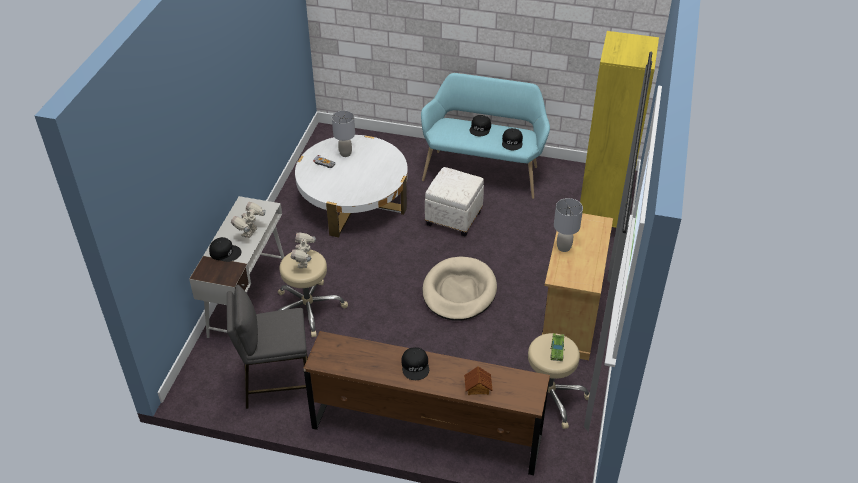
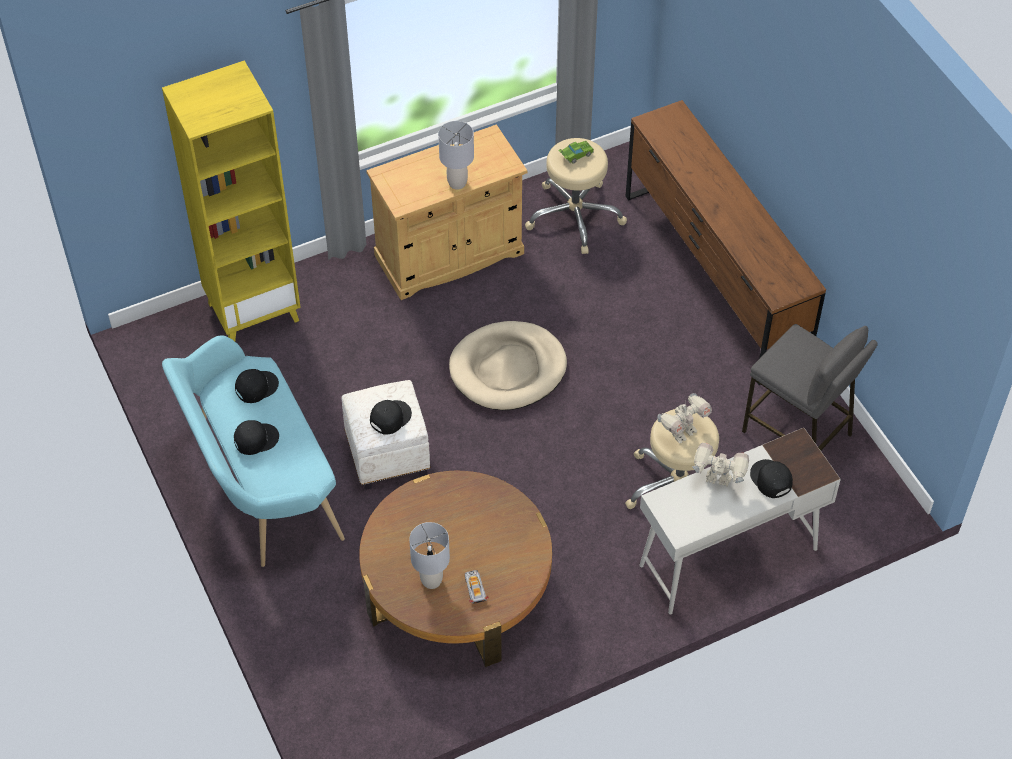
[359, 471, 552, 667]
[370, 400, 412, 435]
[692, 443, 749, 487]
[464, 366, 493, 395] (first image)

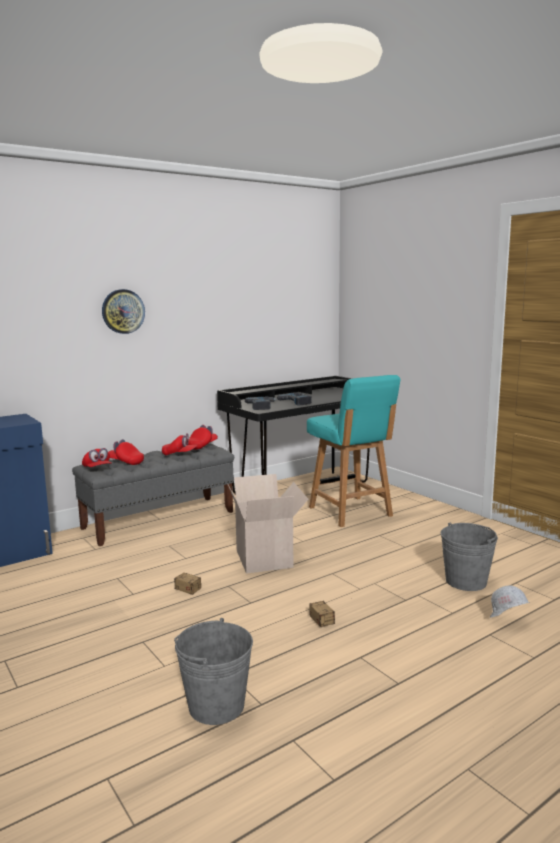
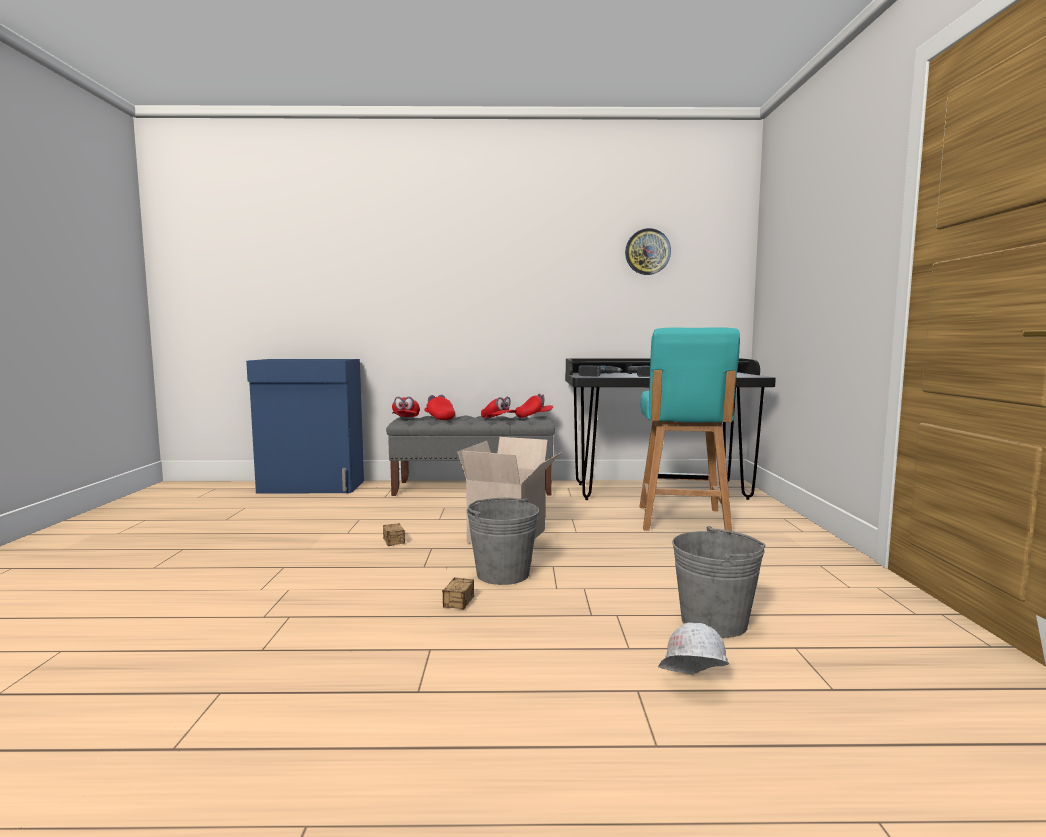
[466, 498, 539, 585]
[625, 228, 671, 275]

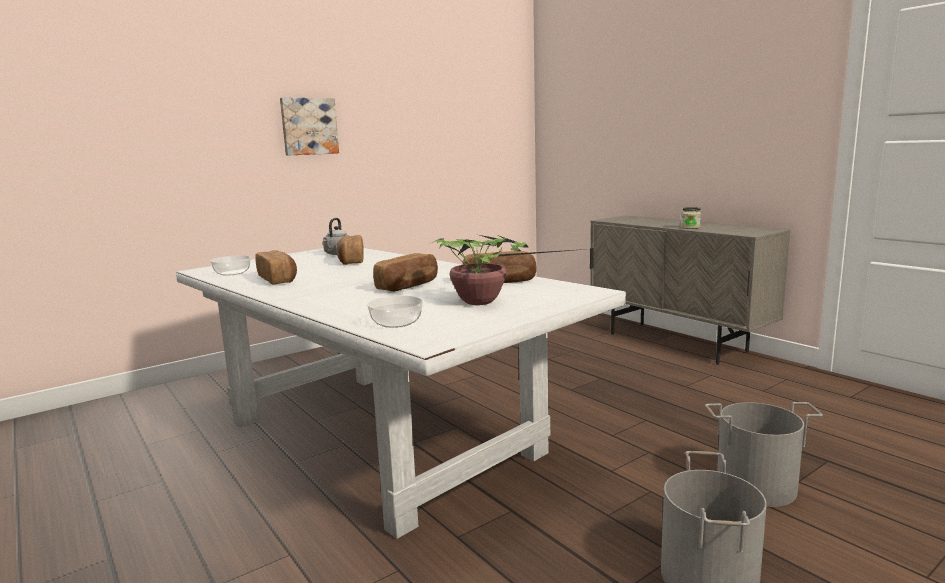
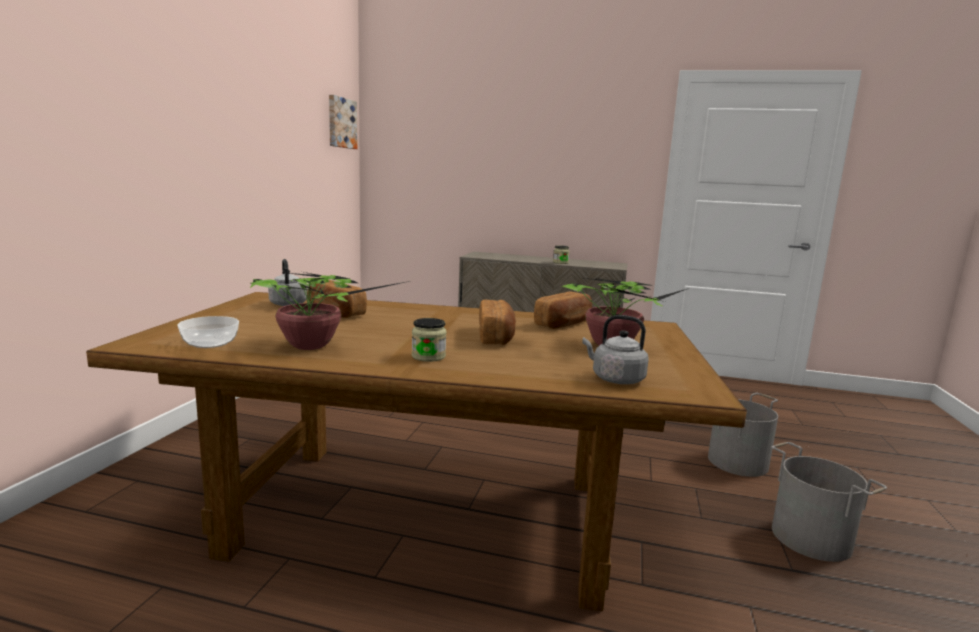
[86, 292, 747, 611]
[250, 272, 410, 350]
[329, 95, 357, 149]
[412, 318, 447, 362]
[582, 315, 649, 384]

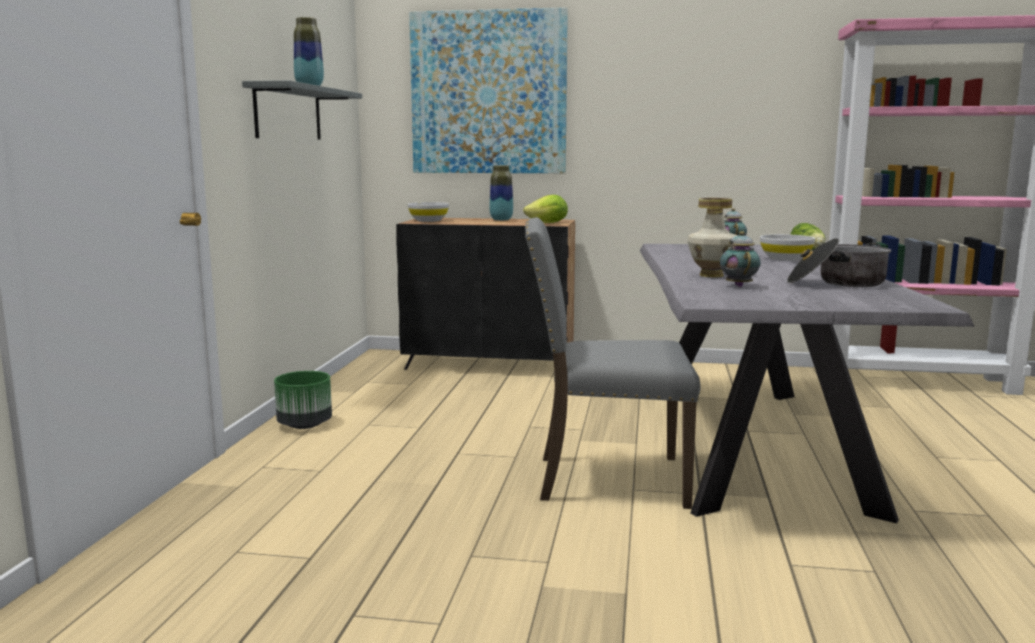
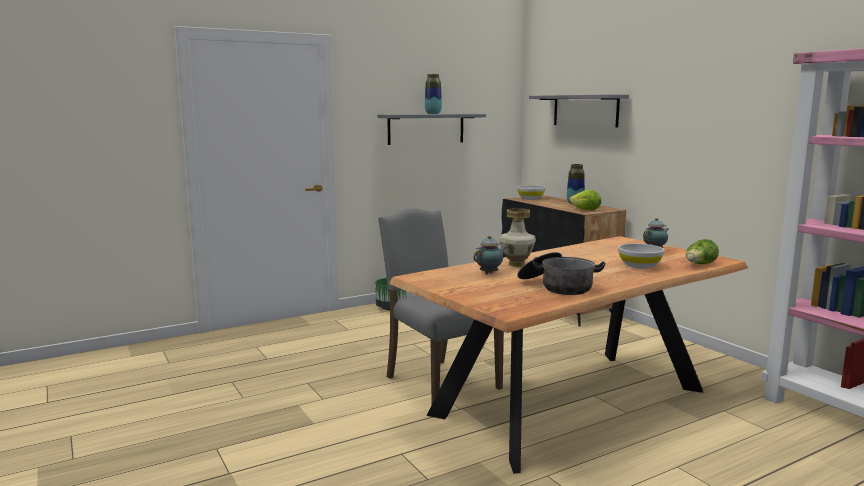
[389, 236, 748, 474]
[529, 94, 629, 127]

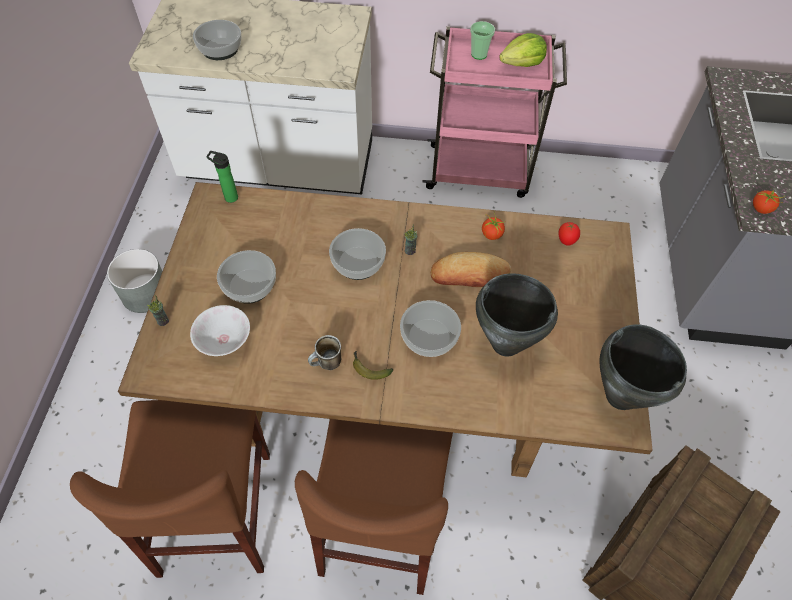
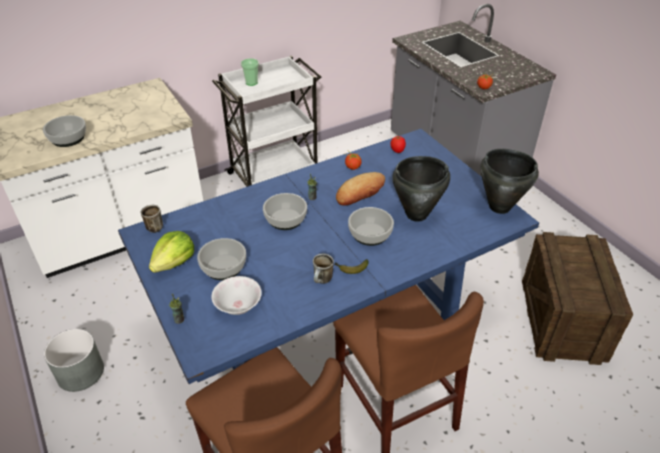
[118, 129, 539, 384]
[141, 205, 163, 233]
[149, 231, 194, 273]
[212, 56, 321, 187]

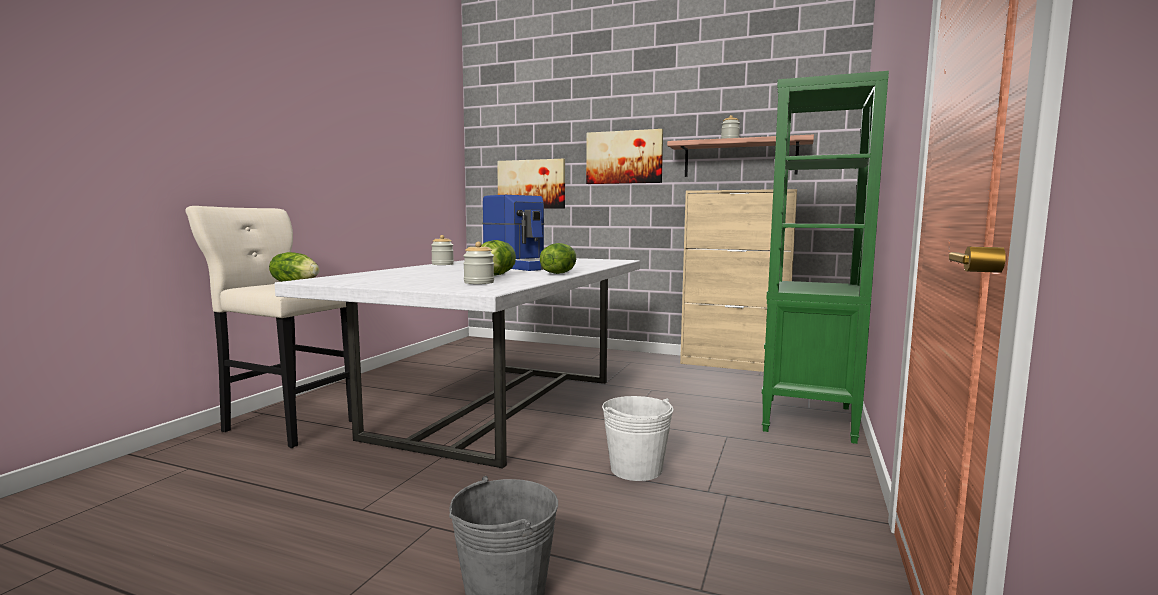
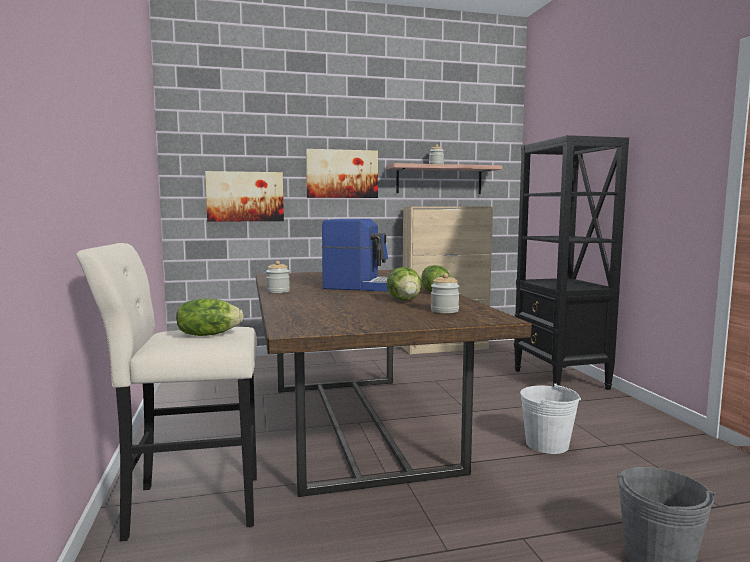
[256, 270, 532, 497]
[514, 135, 629, 390]

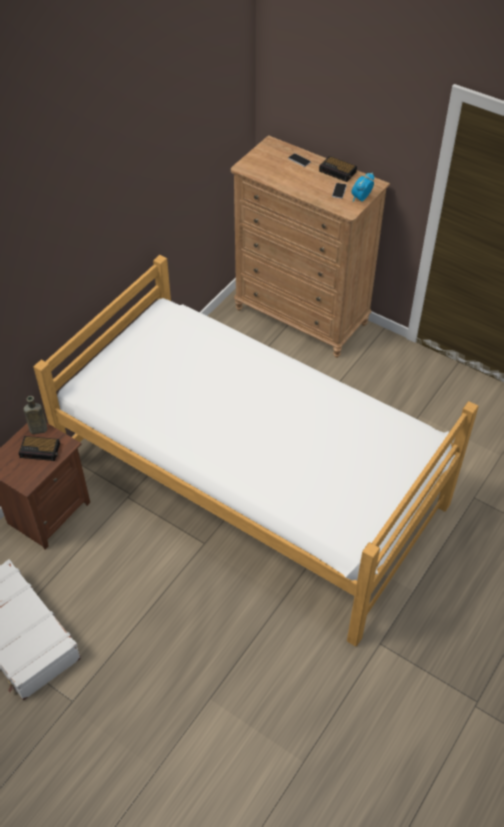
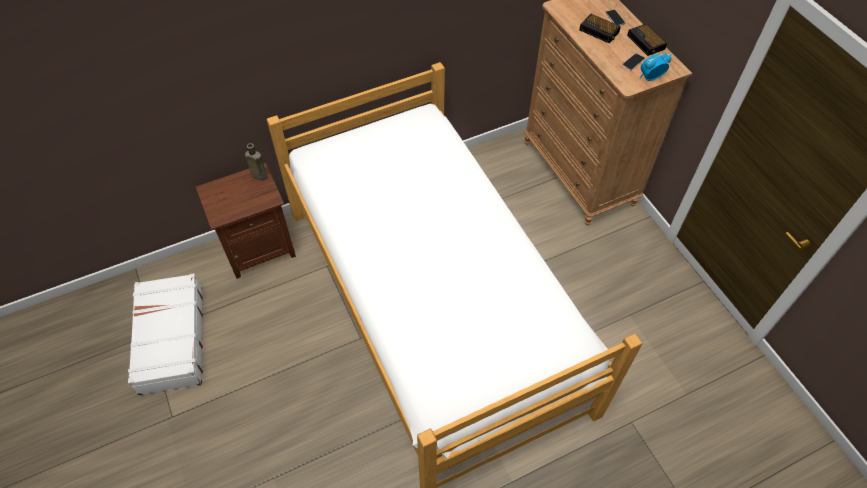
[579, 14, 621, 43]

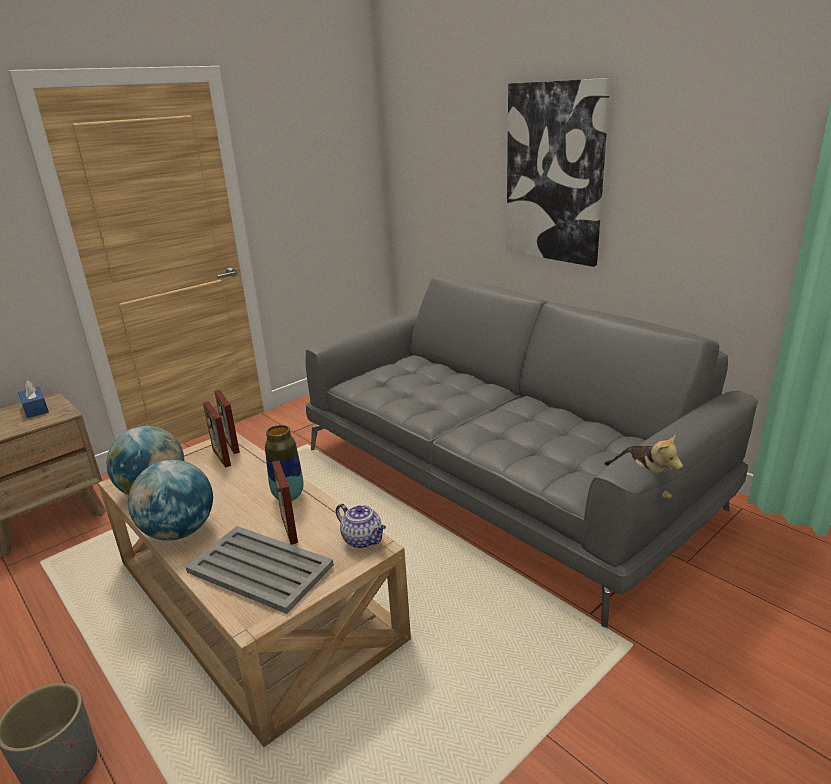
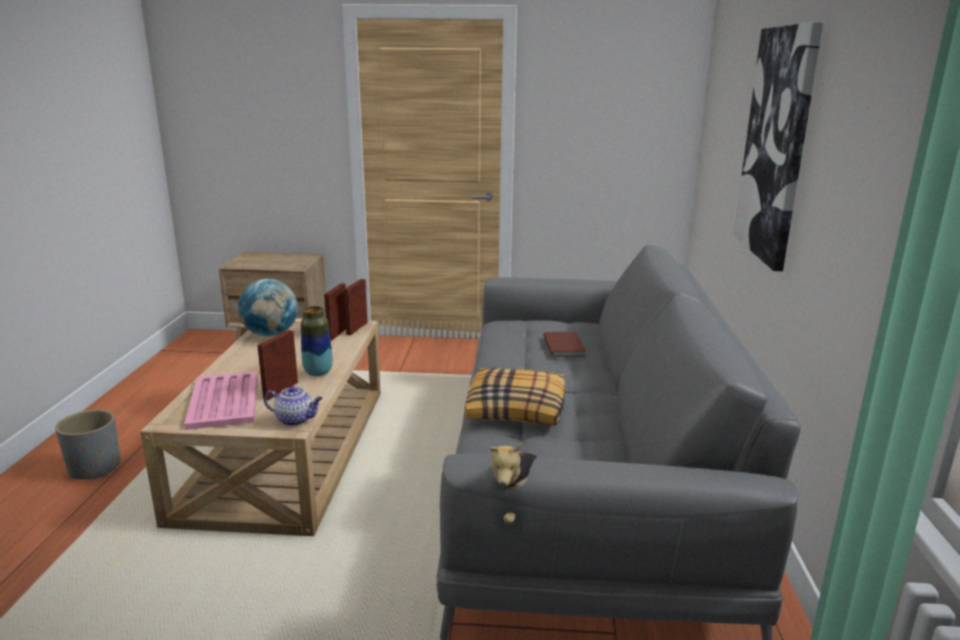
[184, 371, 258, 430]
[264, 386, 323, 426]
[465, 367, 565, 426]
[543, 332, 586, 357]
[18, 380, 49, 418] (first image)
[128, 460, 213, 540] (first image)

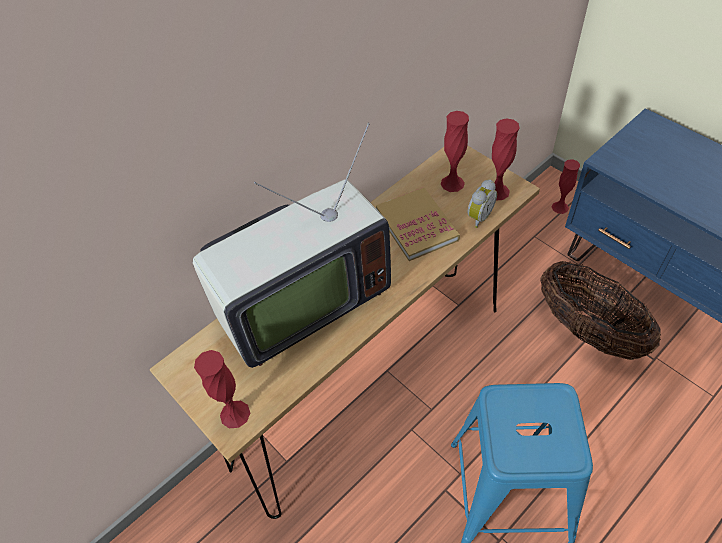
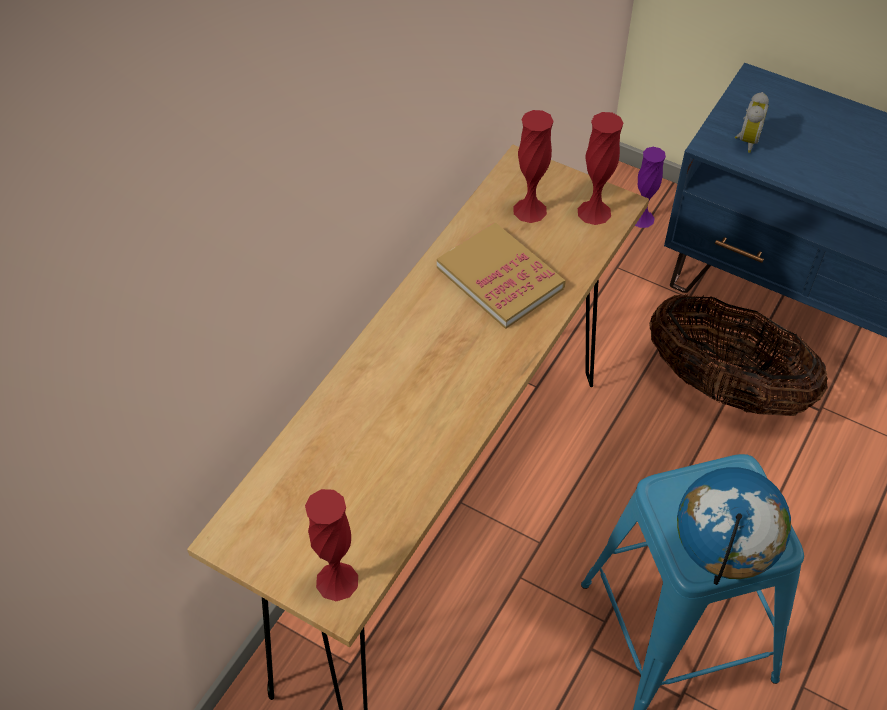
[635, 147, 666, 228]
[677, 467, 791, 585]
[735, 92, 769, 153]
[193, 123, 391, 368] (first image)

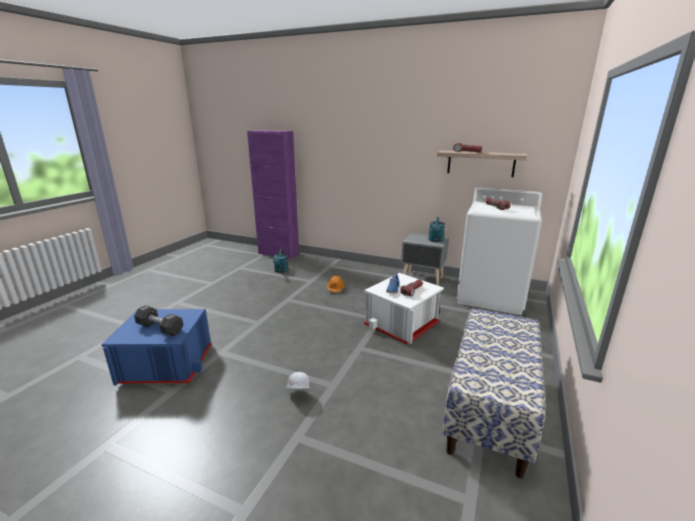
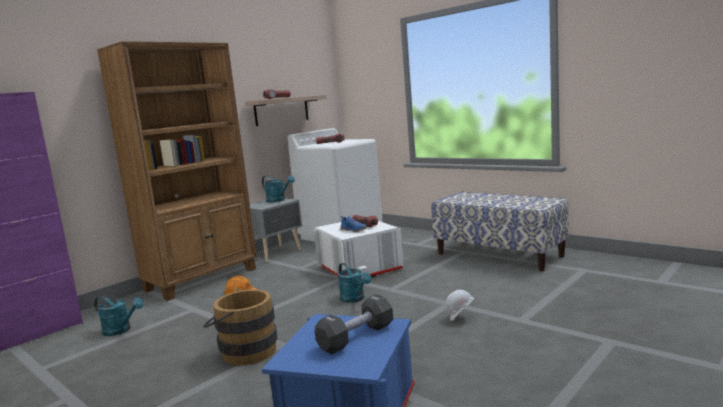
[97, 41, 257, 301]
[203, 289, 277, 365]
[338, 263, 372, 303]

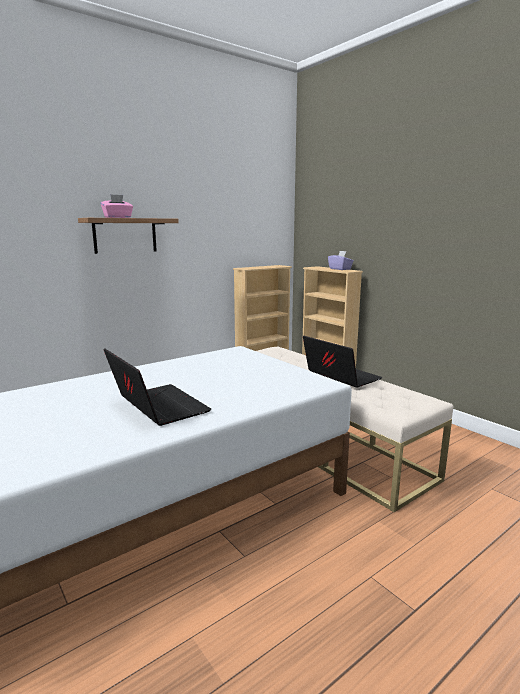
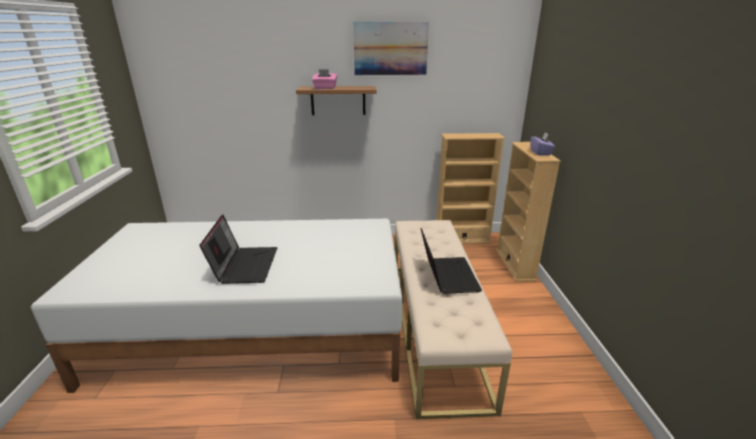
[353, 22, 429, 75]

